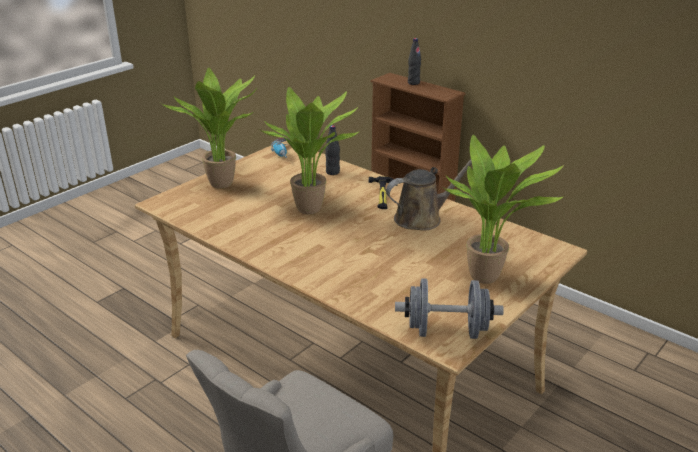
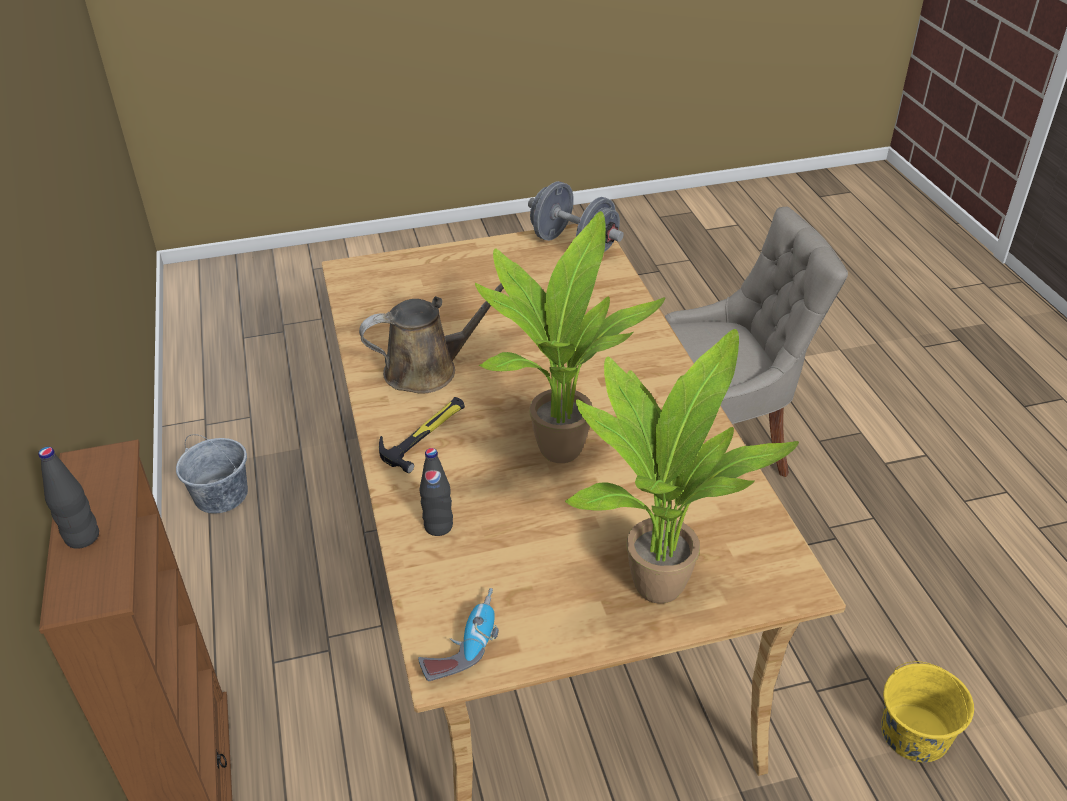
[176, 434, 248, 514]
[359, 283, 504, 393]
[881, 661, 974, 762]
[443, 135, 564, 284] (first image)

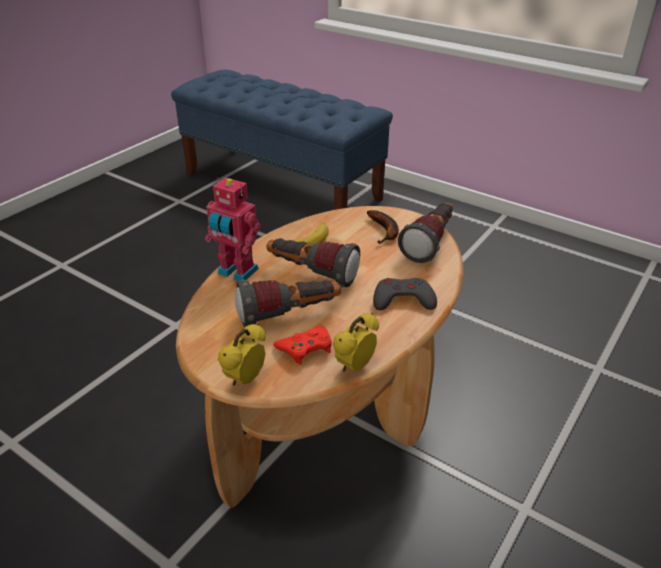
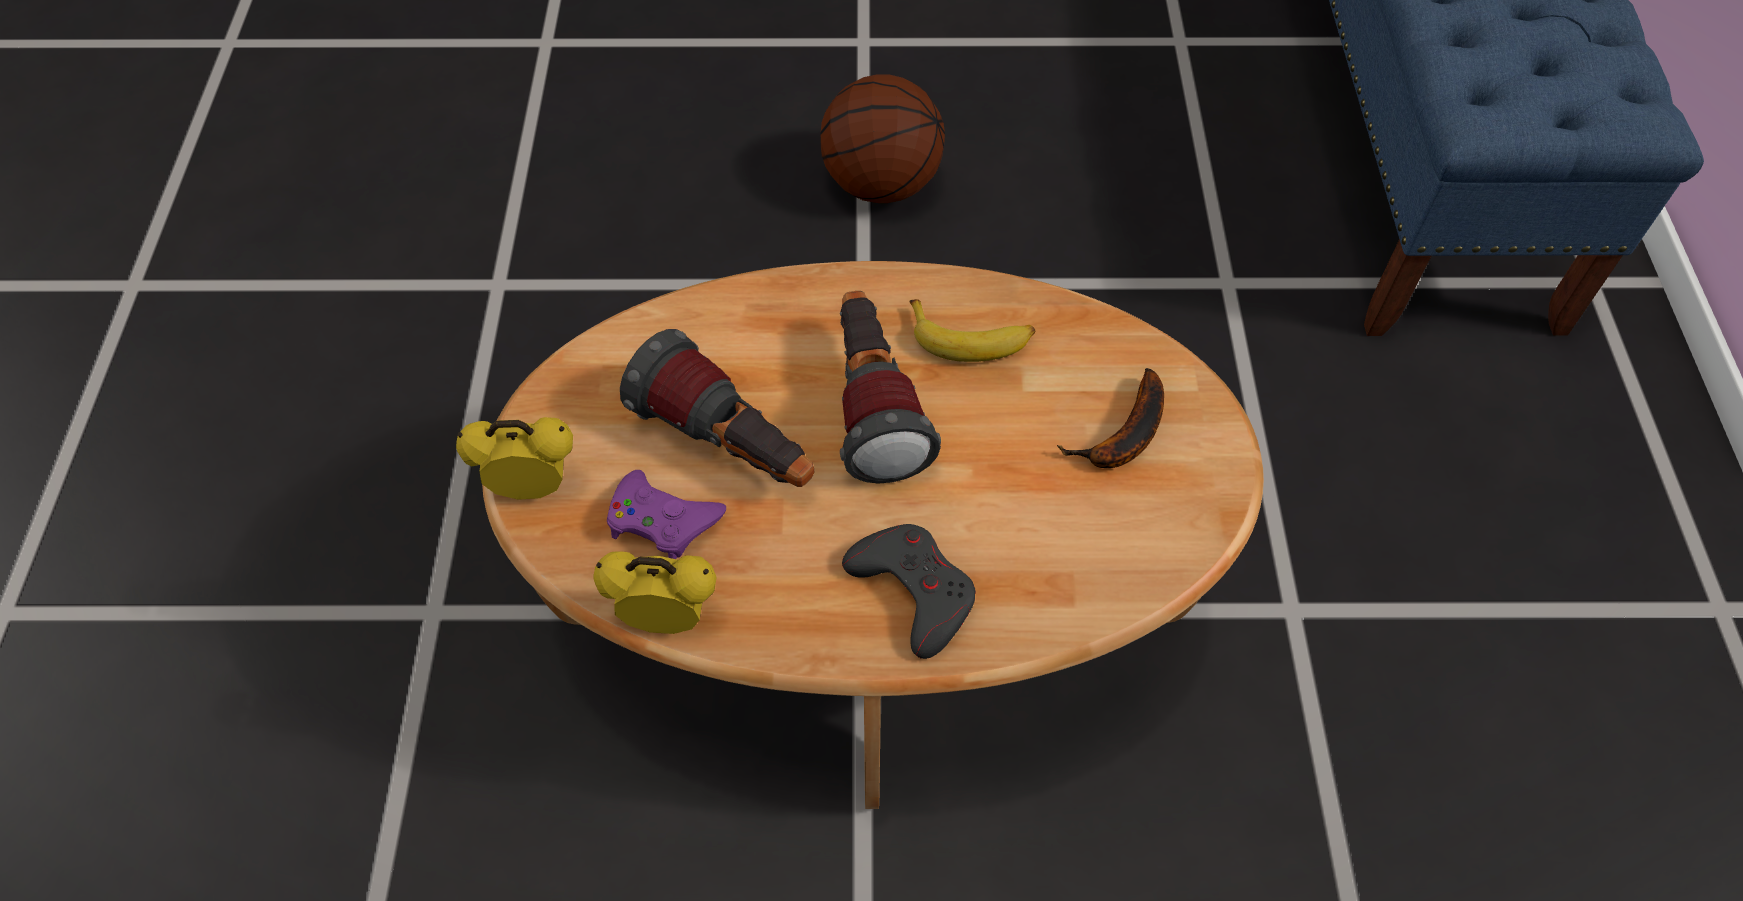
[607, 470, 726, 559]
[820, 75, 945, 203]
[205, 177, 261, 281] (first image)
[398, 202, 453, 263] (first image)

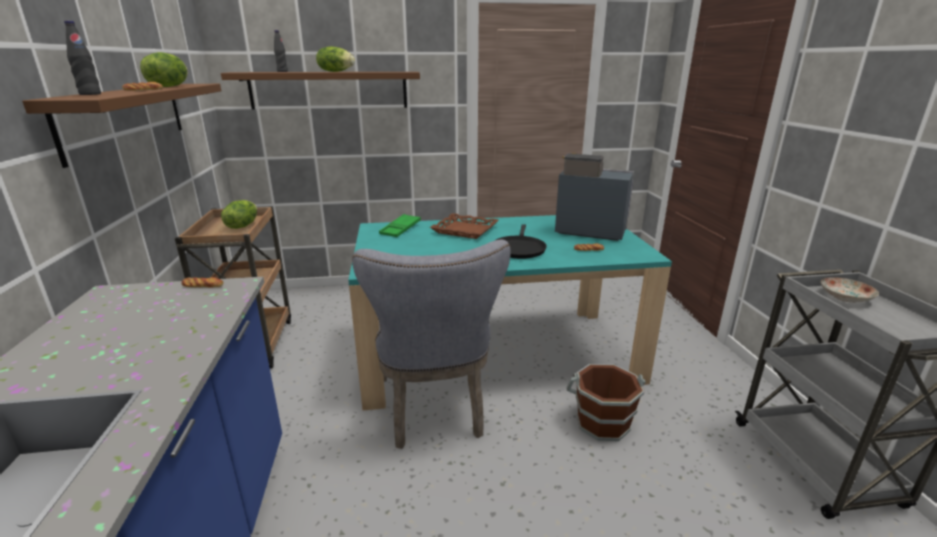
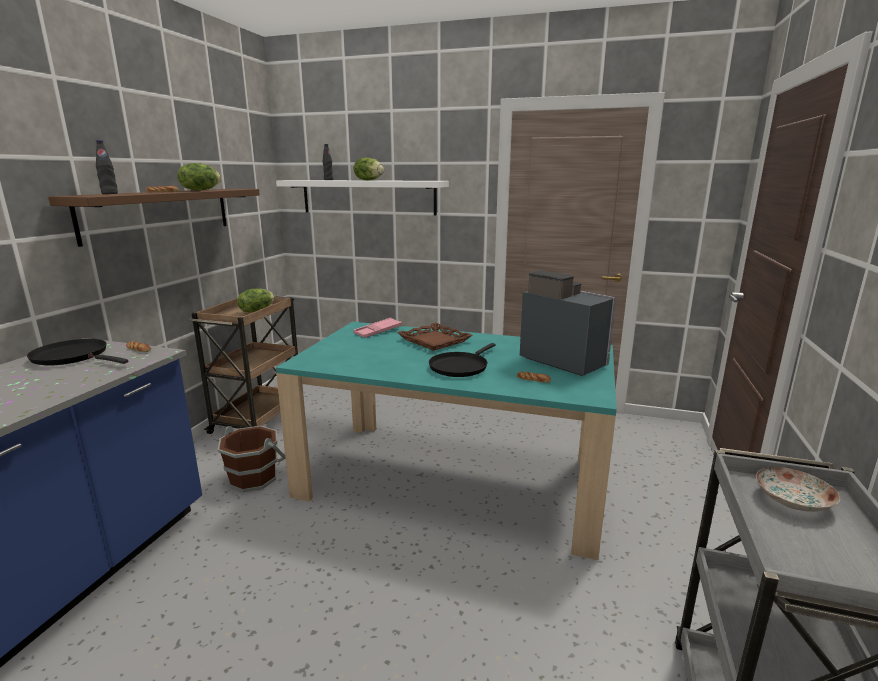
[27, 339, 128, 366]
[218, 426, 285, 492]
[276, 180, 449, 216]
[353, 318, 402, 338]
[352, 240, 511, 449] (first image)

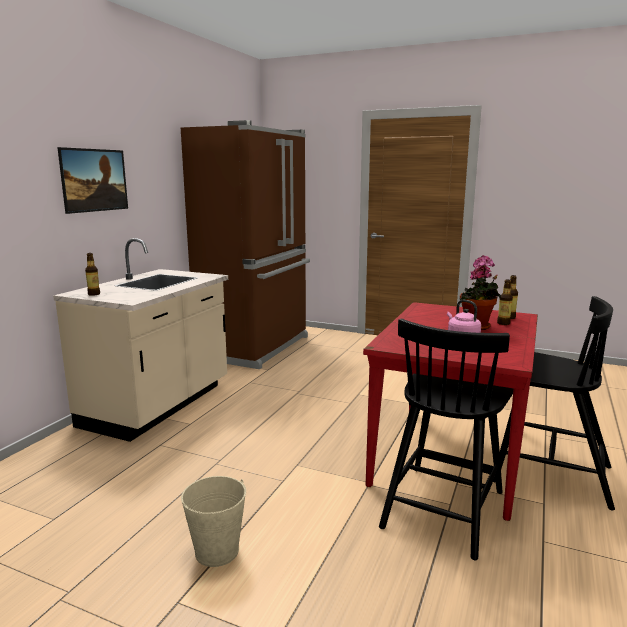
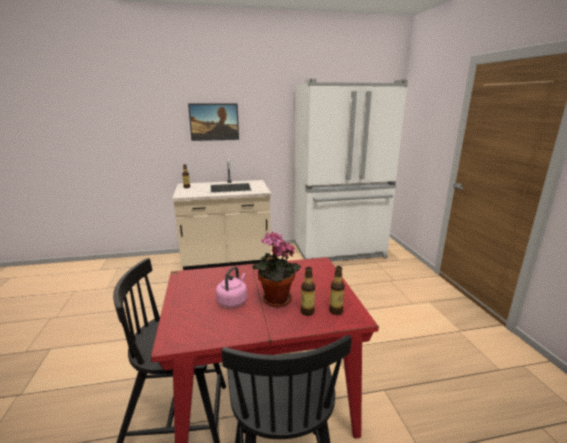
[294, 79, 408, 262]
[181, 476, 246, 567] (first image)

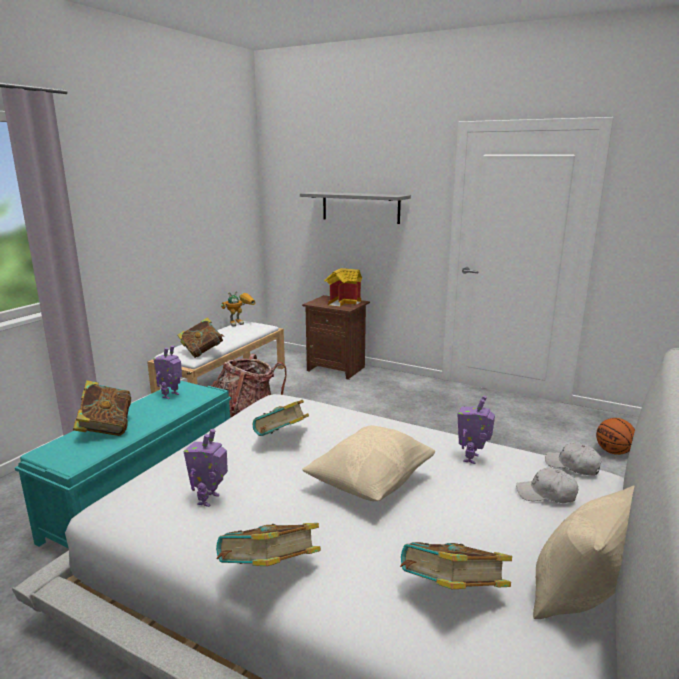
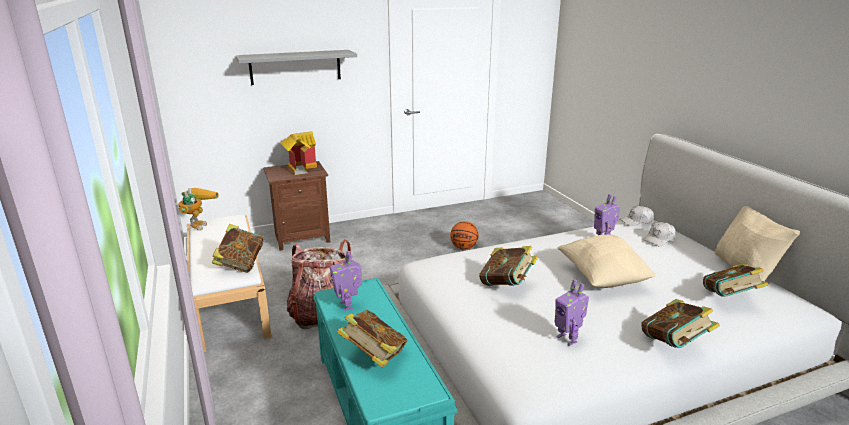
[450, 221, 478, 249]

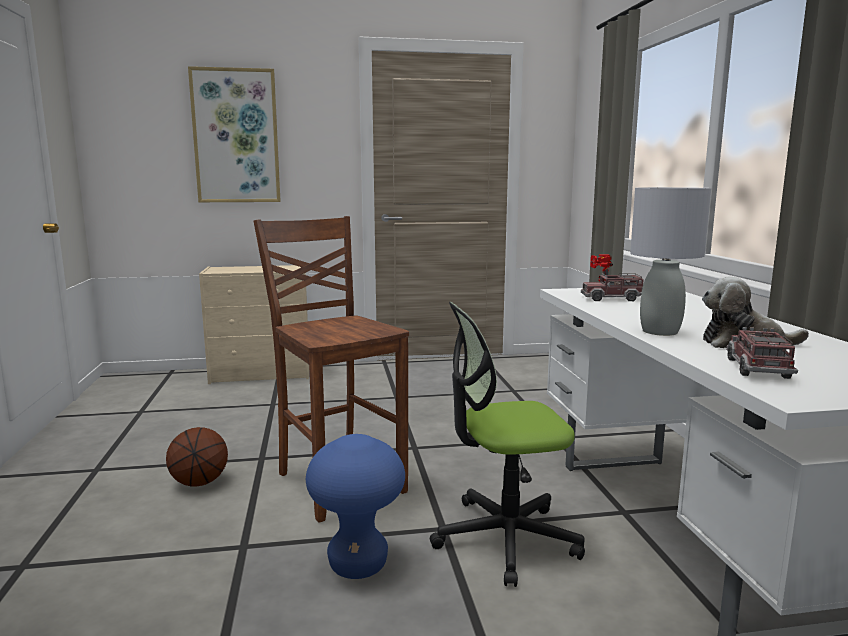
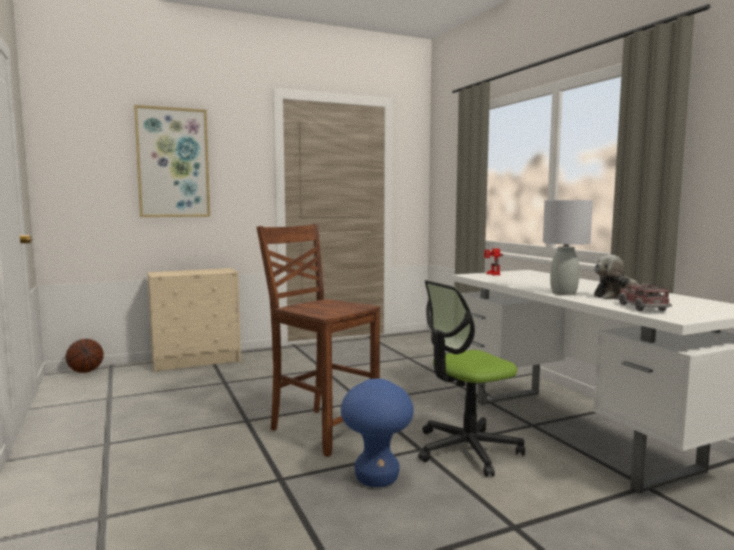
[66, 339, 104, 373]
[581, 273, 644, 301] (first image)

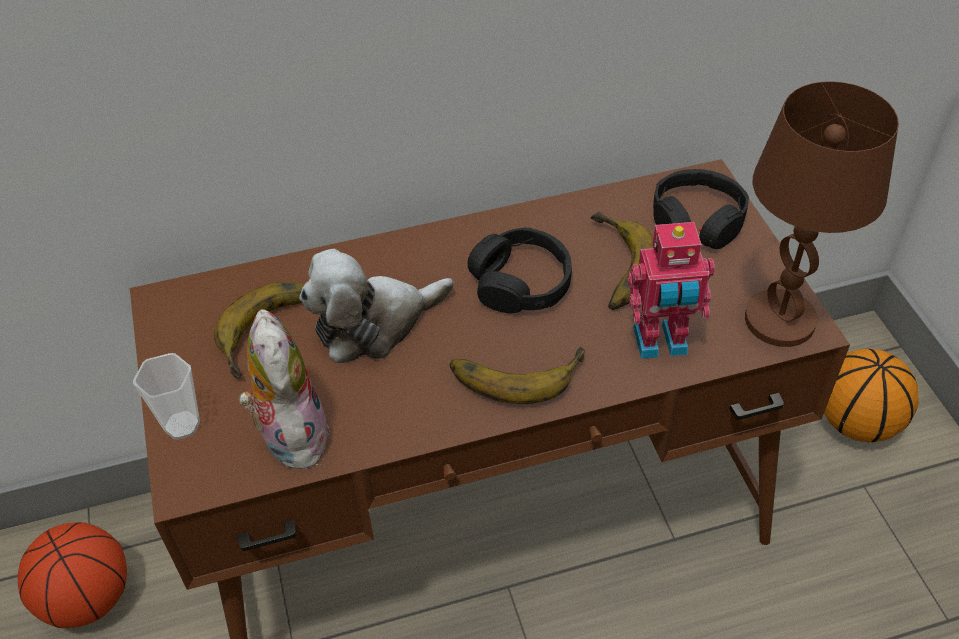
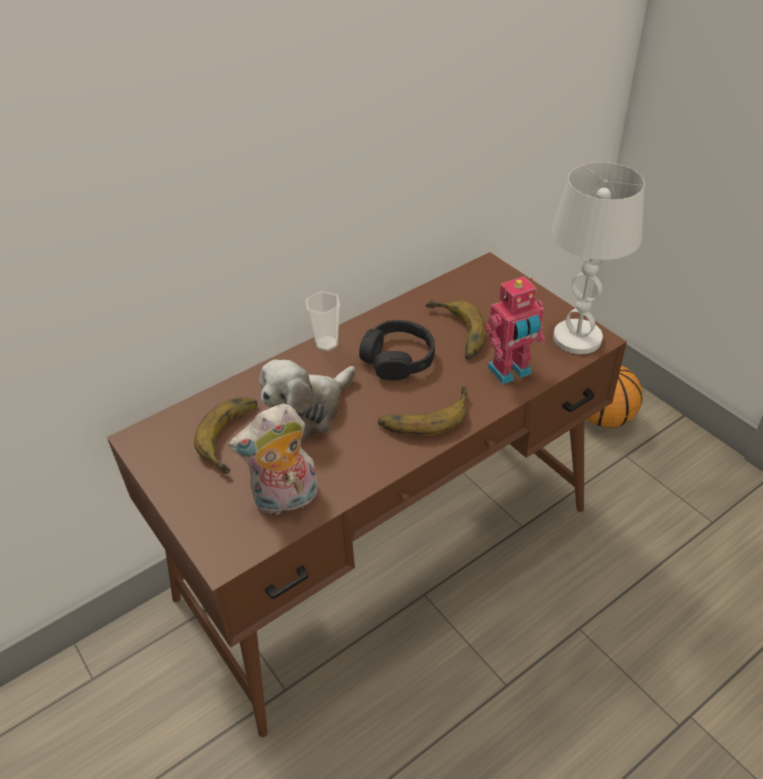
[229, 404, 317, 515]
[306, 291, 340, 351]
[552, 162, 645, 354]
[18, 522, 127, 628] (first image)
[653, 169, 749, 249] (first image)

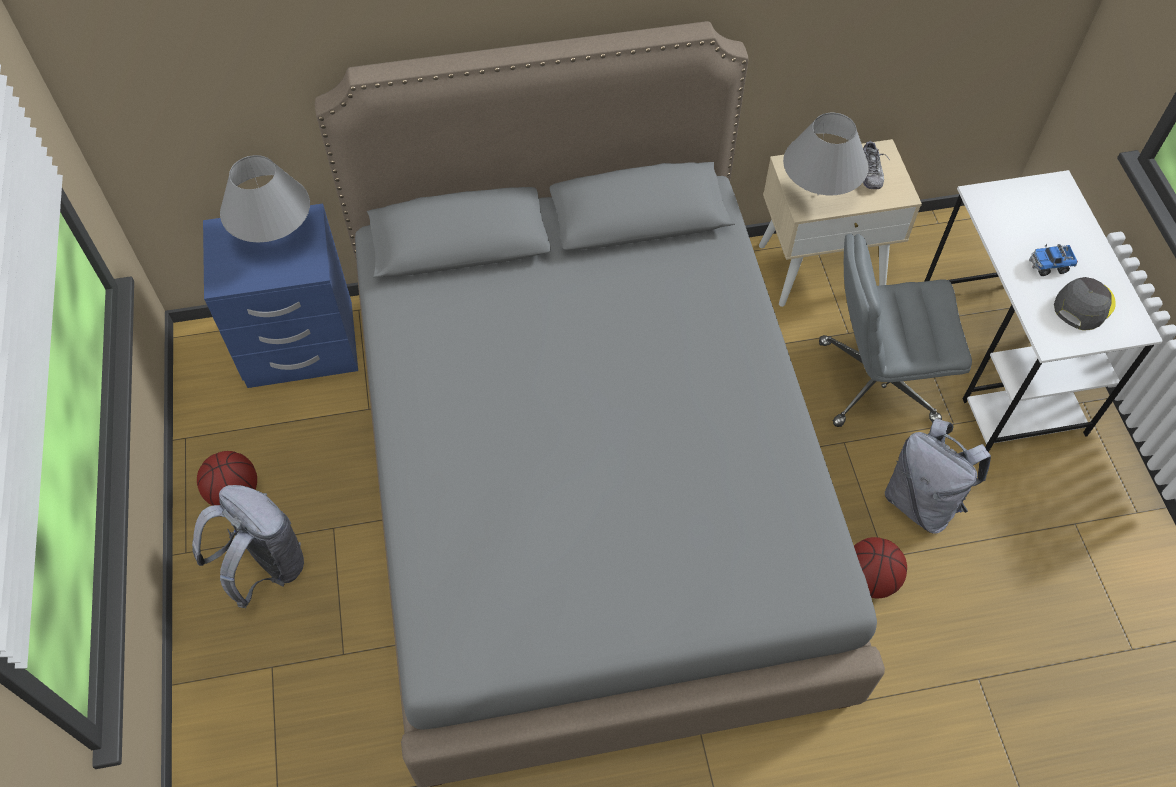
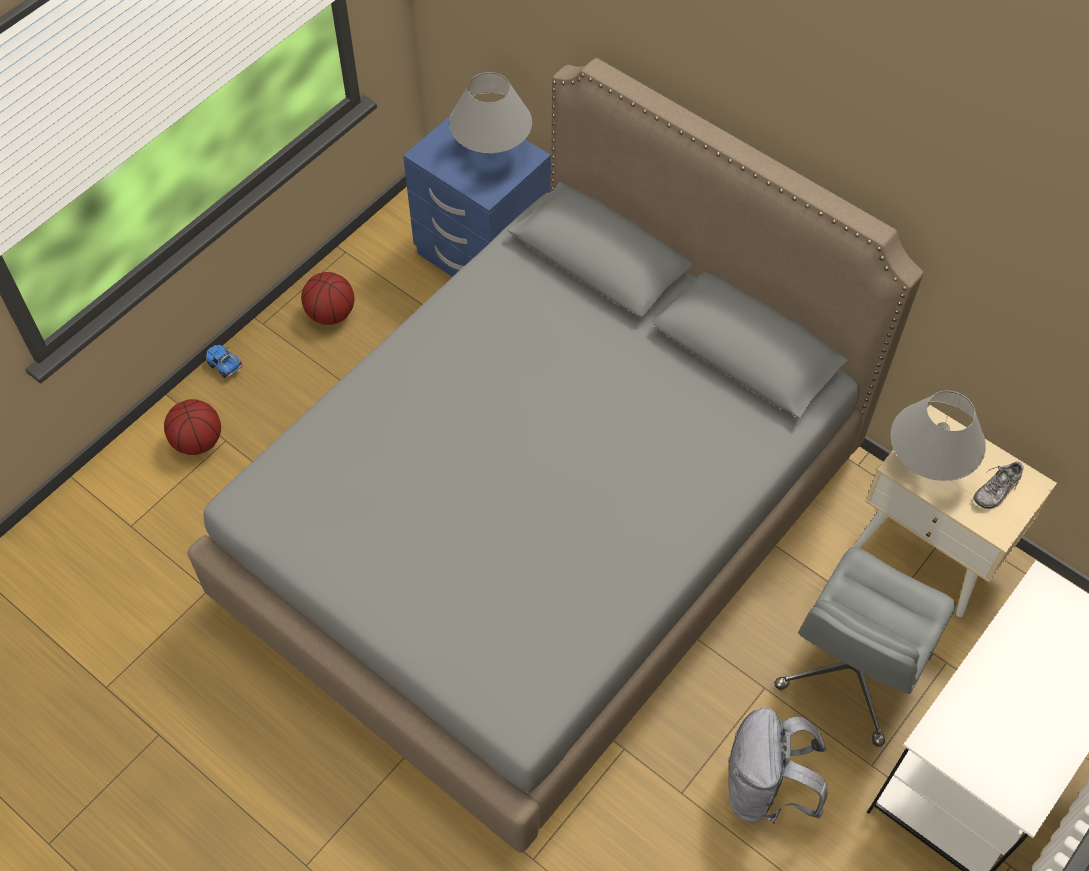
[164, 399, 221, 455]
[206, 345, 243, 378]
[774, 547, 955, 747]
[192, 485, 304, 608] (first image)
[1054, 277, 1116, 330] (first image)

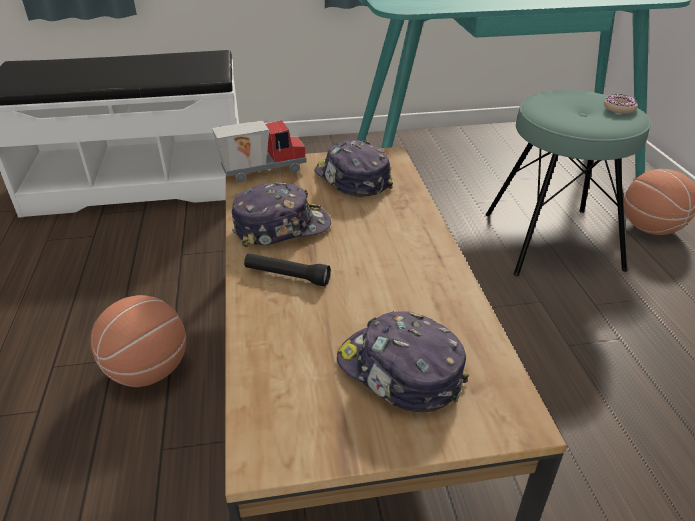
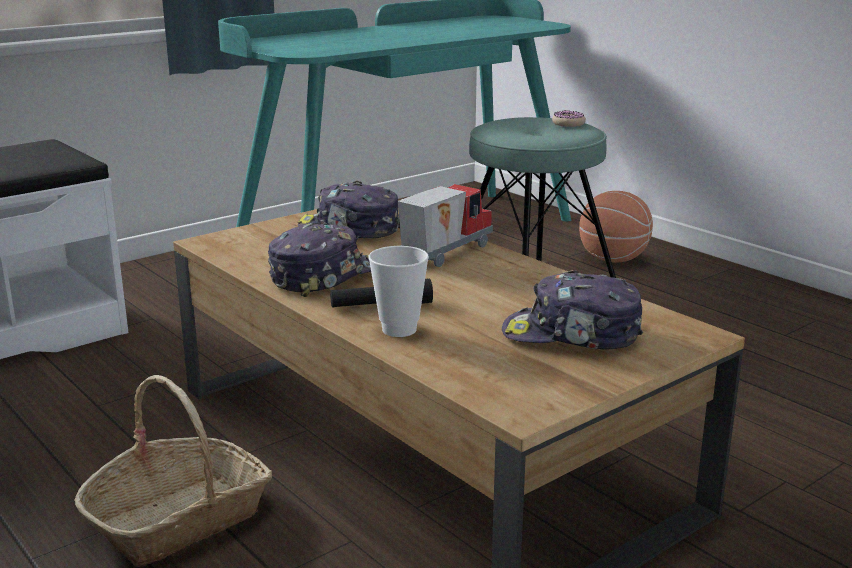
[74, 375, 272, 567]
[368, 246, 429, 337]
[398, 184, 493, 267]

